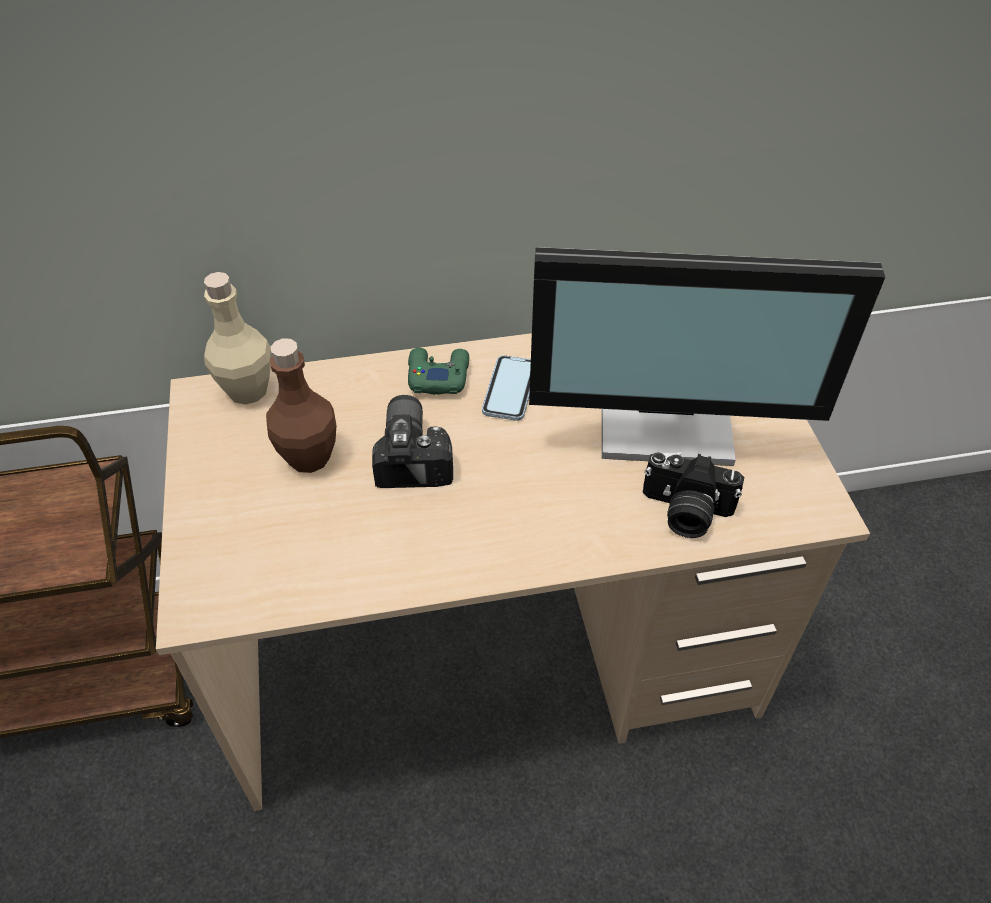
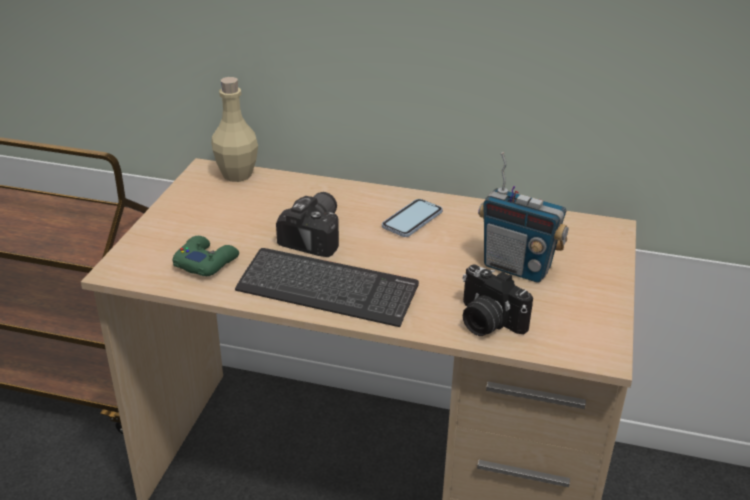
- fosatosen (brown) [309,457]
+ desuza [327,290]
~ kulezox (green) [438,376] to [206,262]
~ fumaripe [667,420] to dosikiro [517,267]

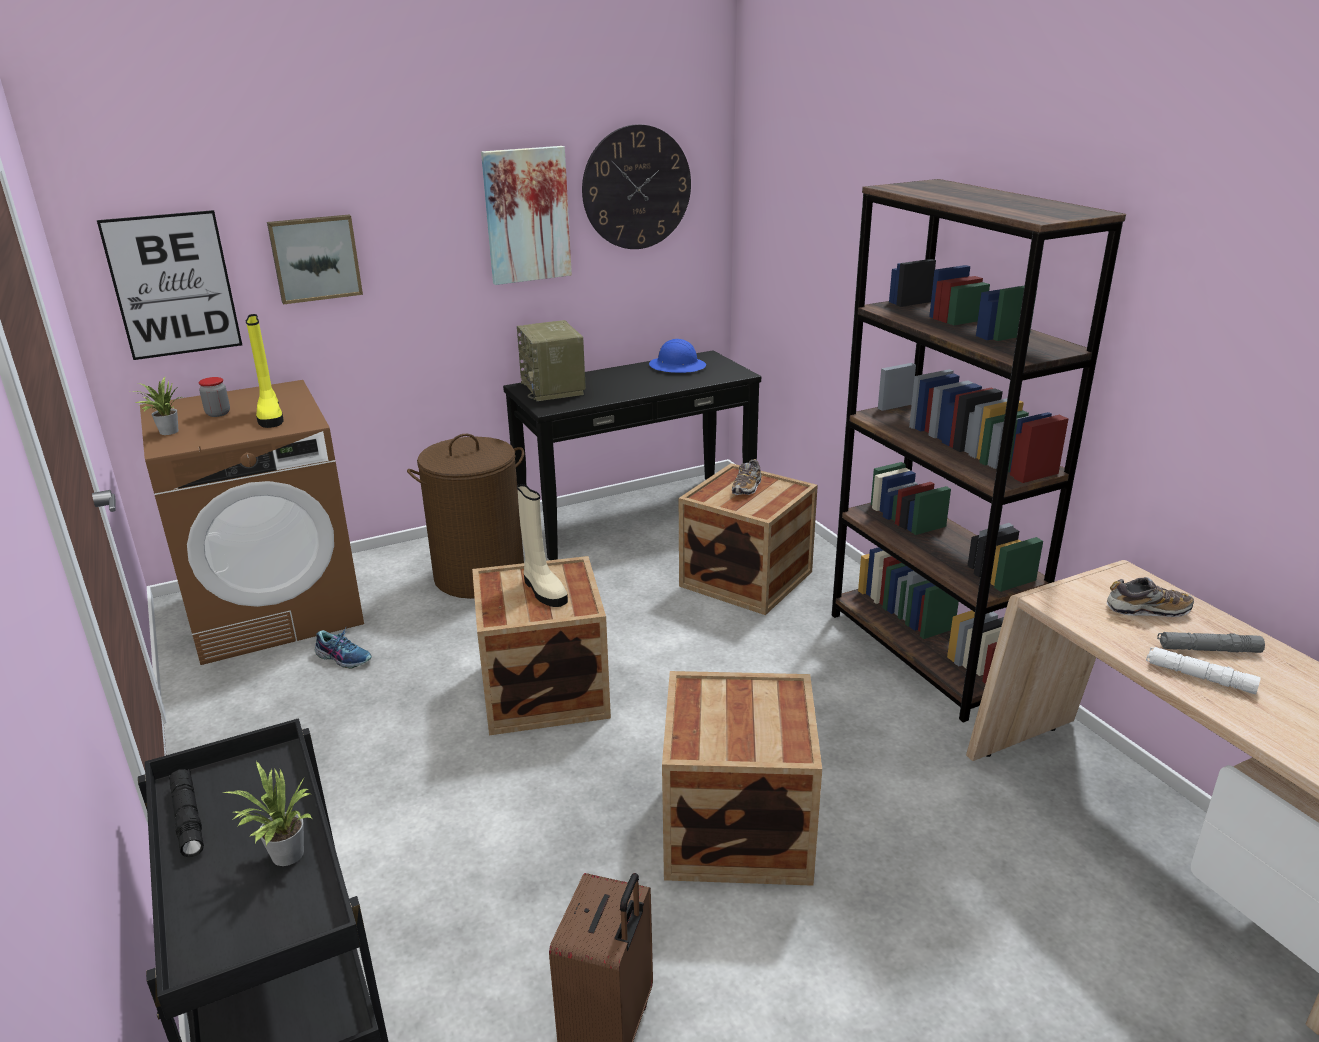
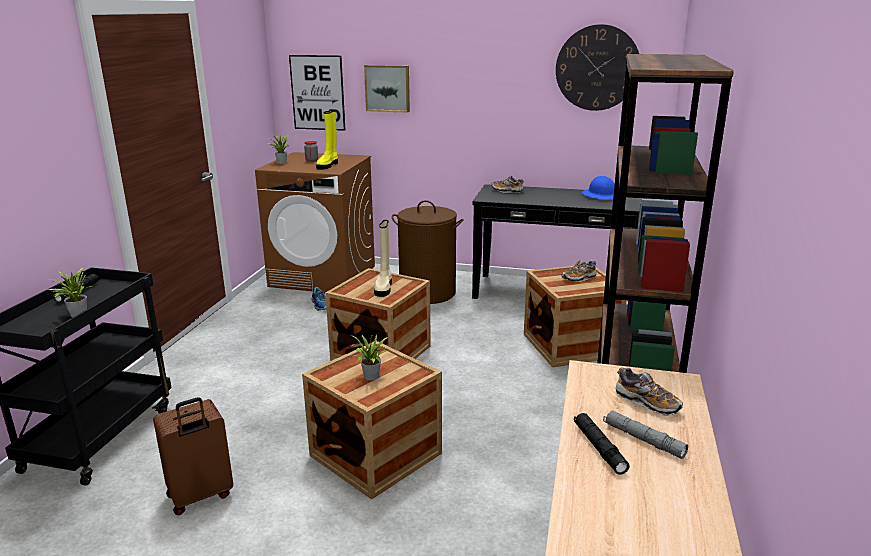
- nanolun [527,215]
+ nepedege [370,377]
~ dosikiro [553,388] to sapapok [507,191]
~ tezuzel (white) [1199,677] to tezuzel (black) [599,448]

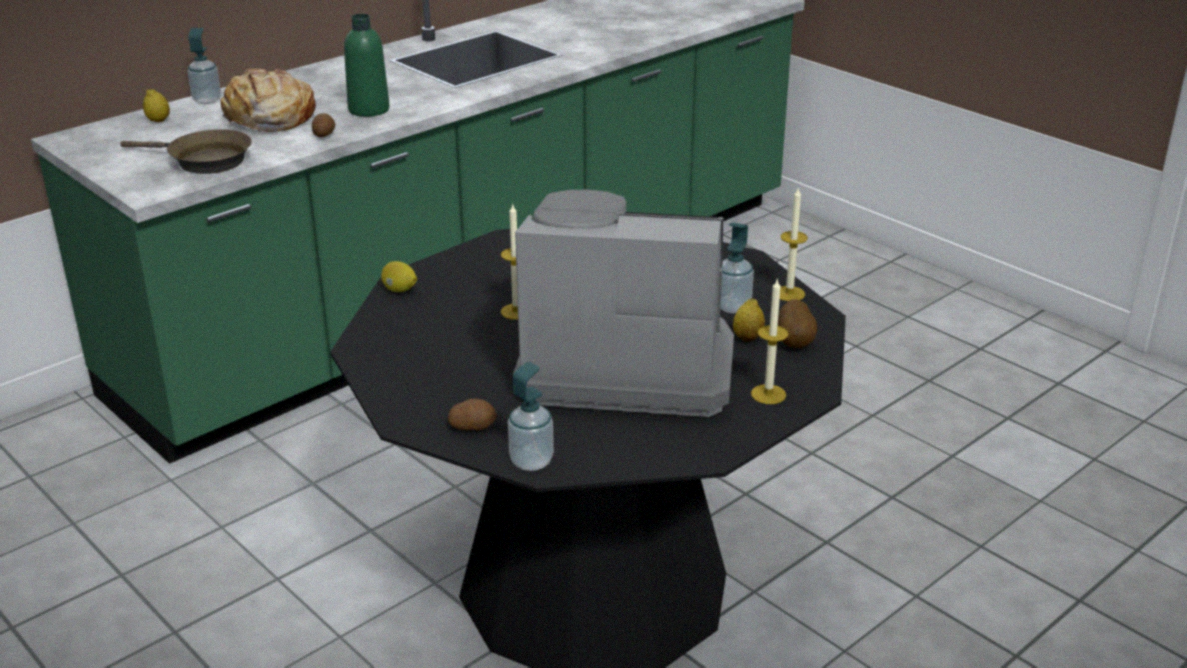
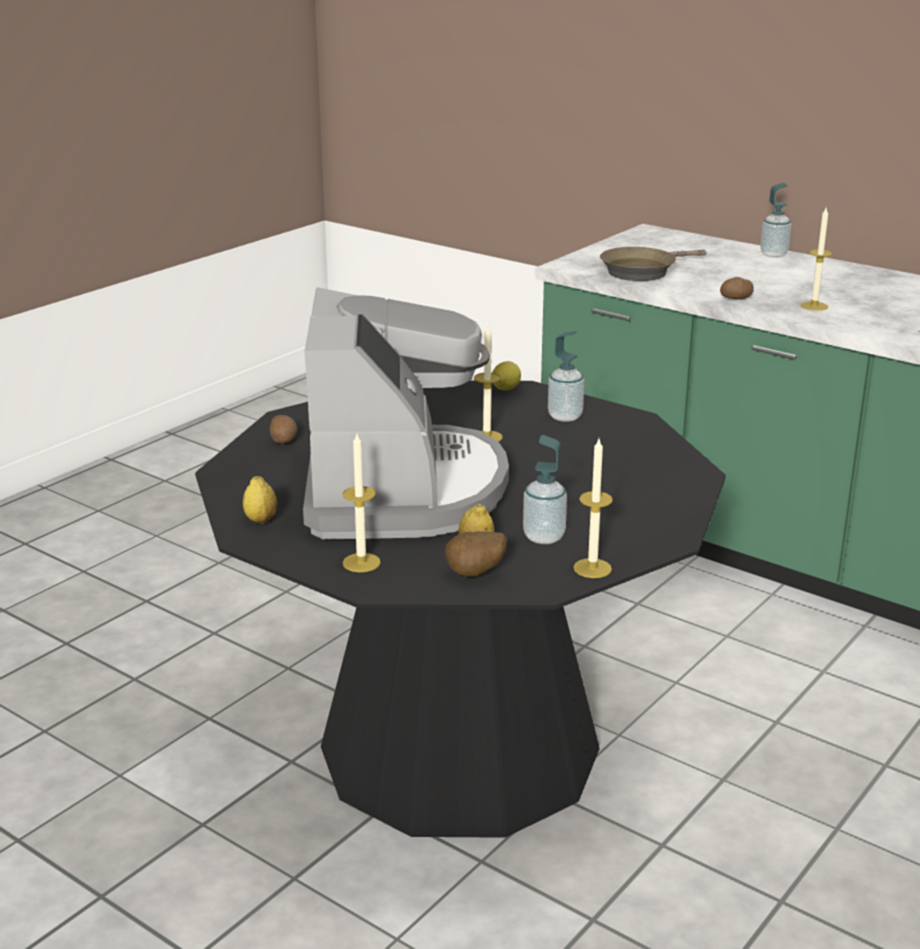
- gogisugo [269,118]
~ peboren [158,121] to [261,520]
~ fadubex [531,461] to [565,416]
~ fosatosen (green) [369,110] to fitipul [814,306]
~ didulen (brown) [204,161] = [642,271] 45 degrees clockwise

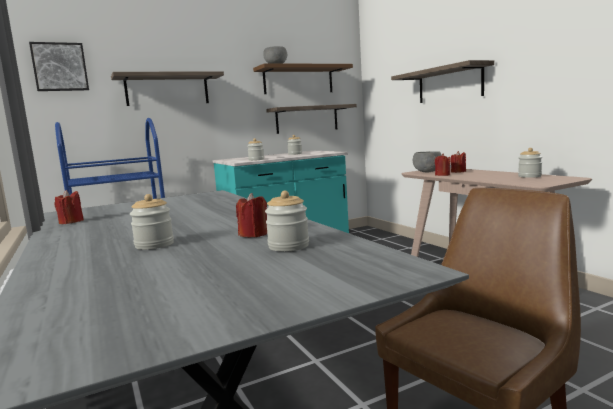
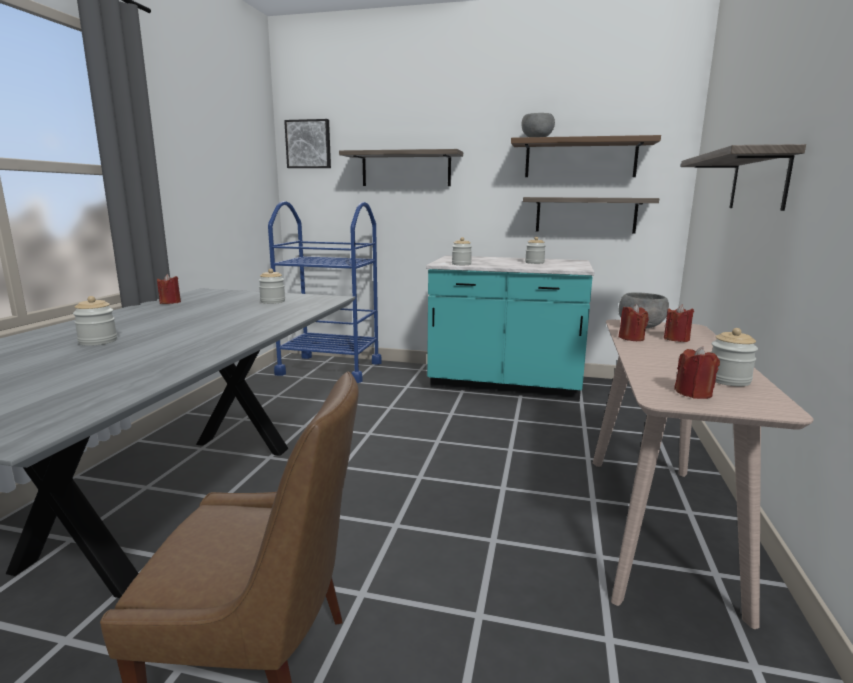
~ fitipul (red) [254,234] to [693,393]
~ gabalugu [288,246] to [272,301]

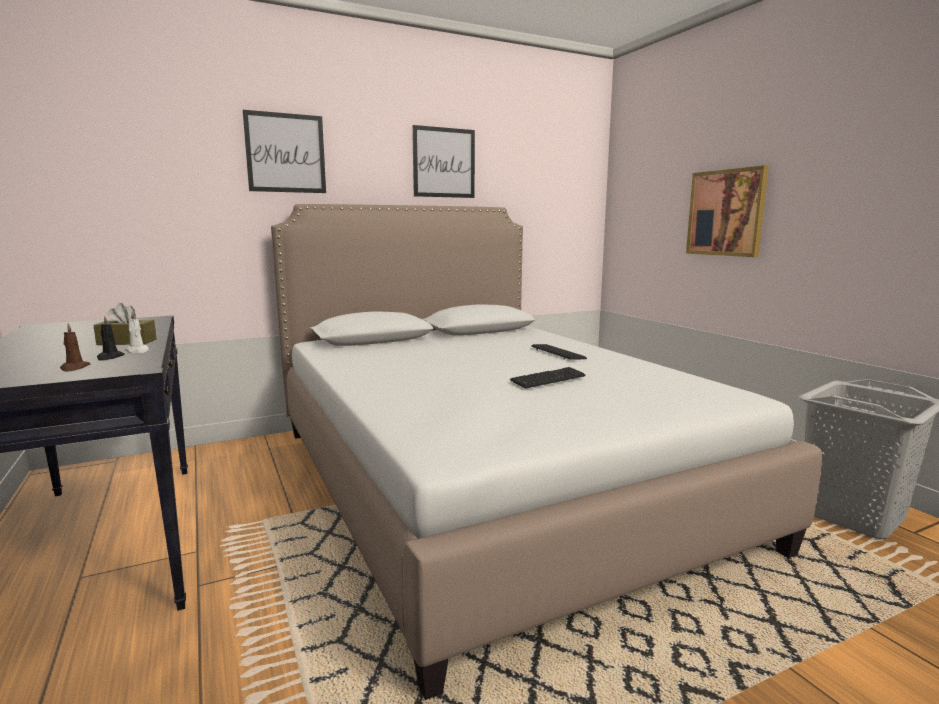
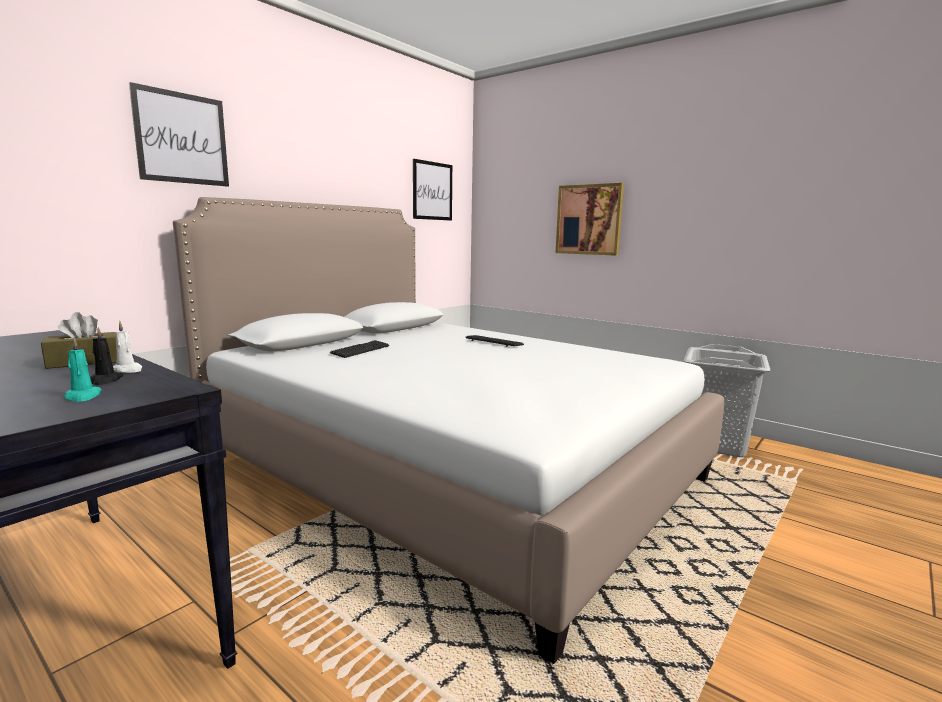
~ nanolun [444,163] to [432,191]
~ desuza [548,379] to [360,350]
~ fitipul (brown) [74,368] to fitipul (turquoise) [83,396]

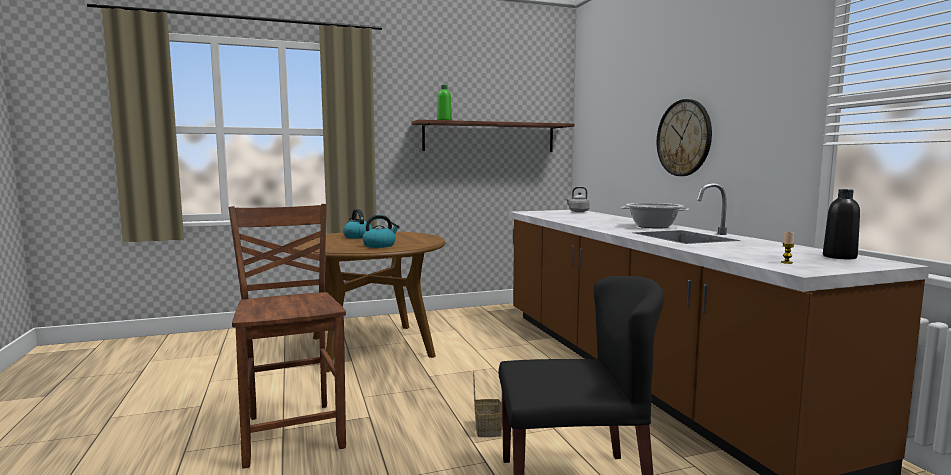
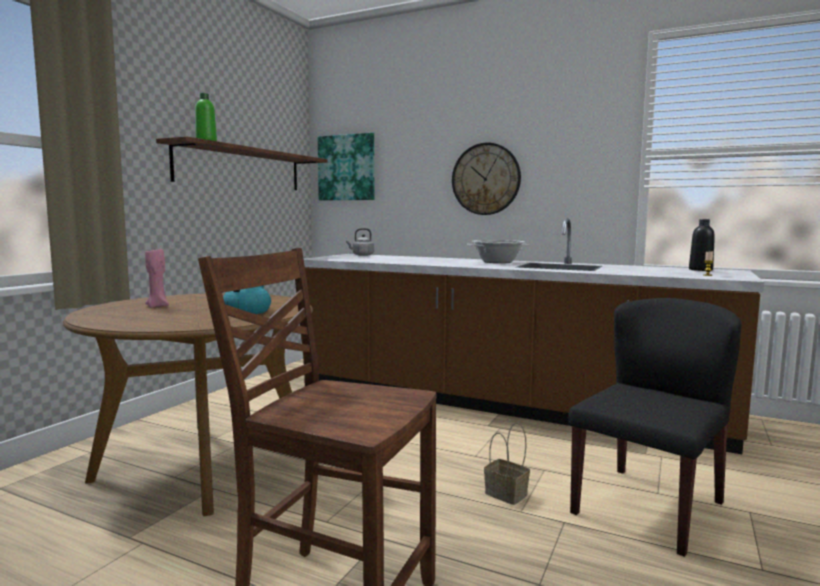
+ nanolun [347,167]
~ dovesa [357,237] to fitipul (pink) [158,306]

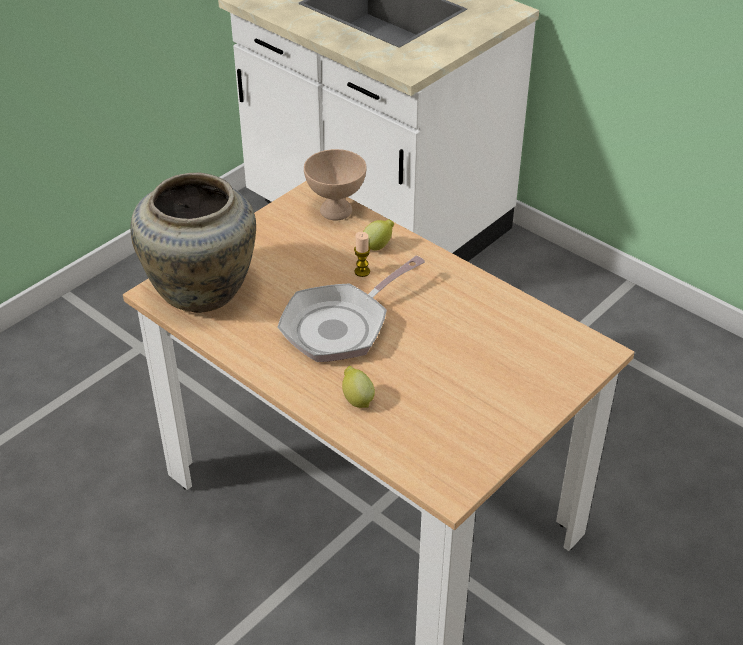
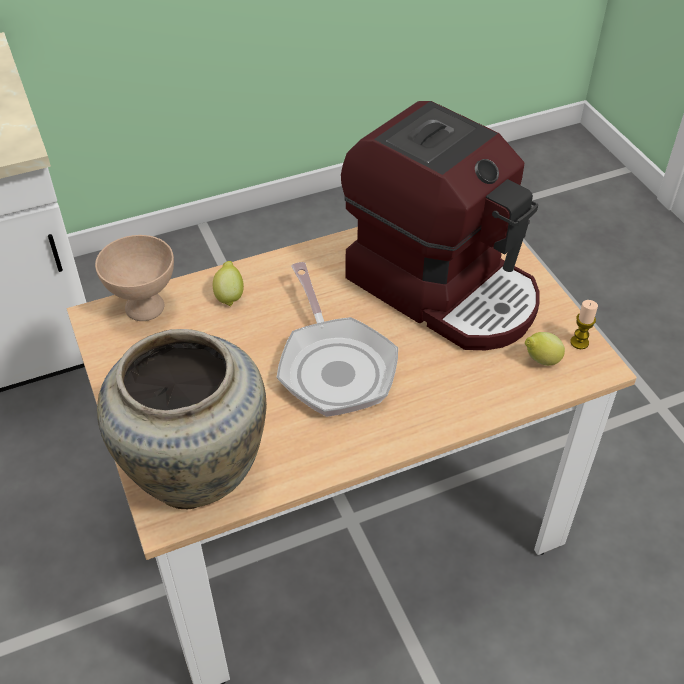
+ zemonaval [443,287]
~ peboren [357,399] to [540,361]
~ fitipul [362,271] to [579,342]

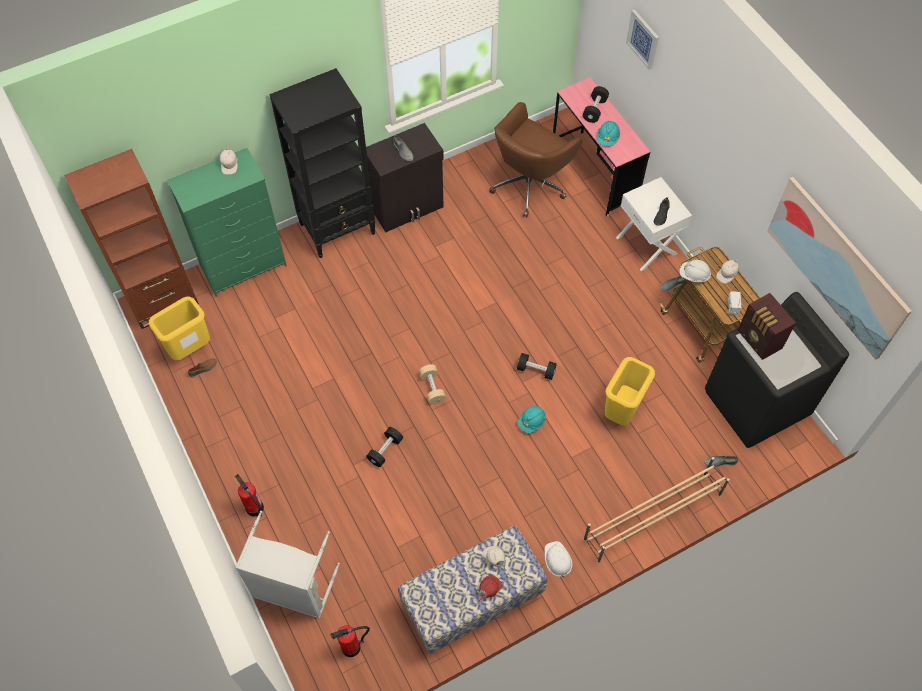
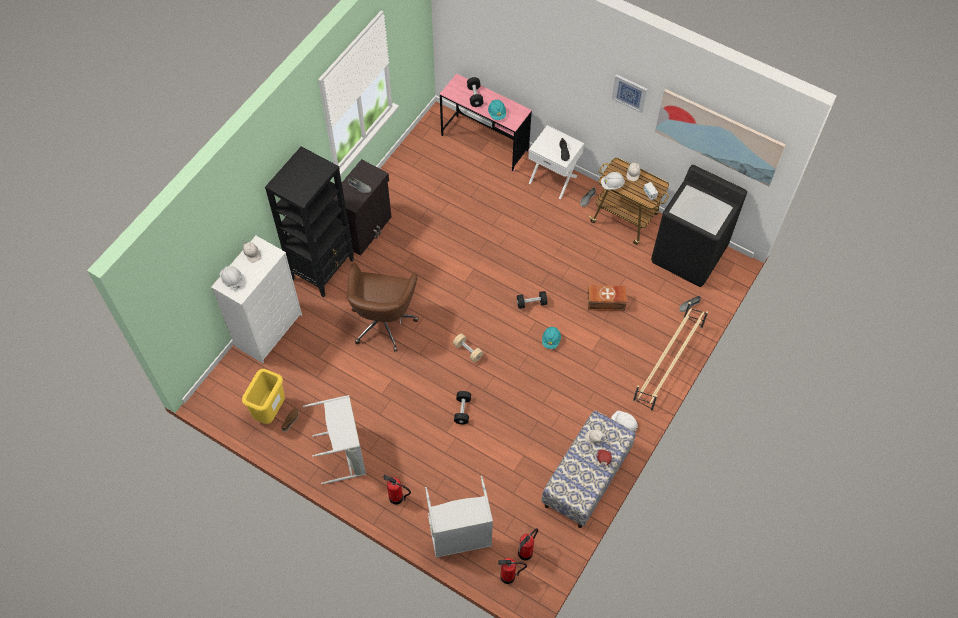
- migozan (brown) [163,301]
- dosikiro [759,340]
+ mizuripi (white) [232,279]
+ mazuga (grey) [346,453]
+ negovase [507,576]
~ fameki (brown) [530,184] to [383,321]
~ nanolun [643,39] to [629,93]
~ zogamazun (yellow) [622,411] to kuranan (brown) [606,303]
~ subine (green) [244,266] to subine (white) [269,330]

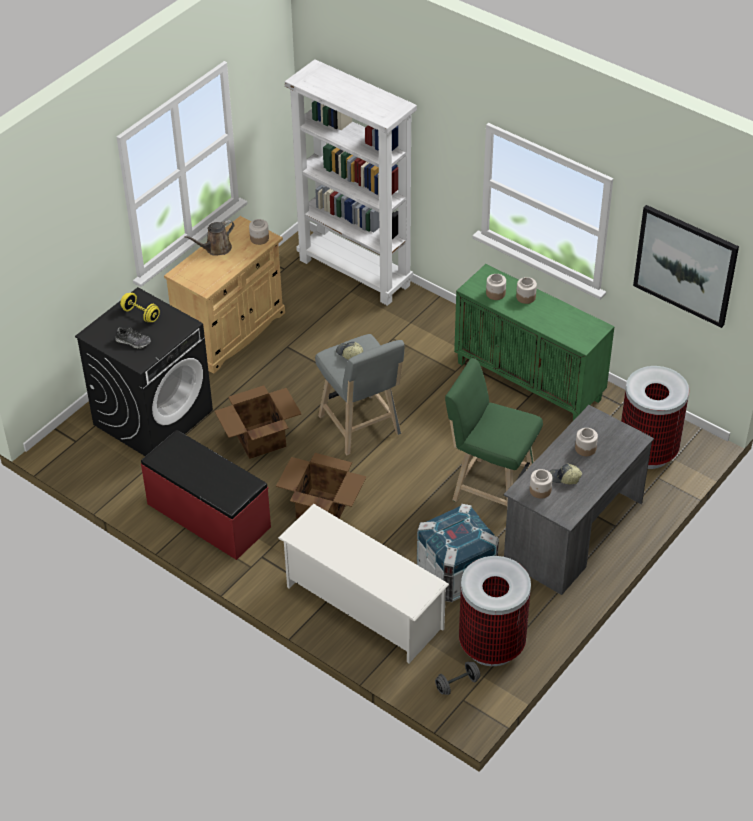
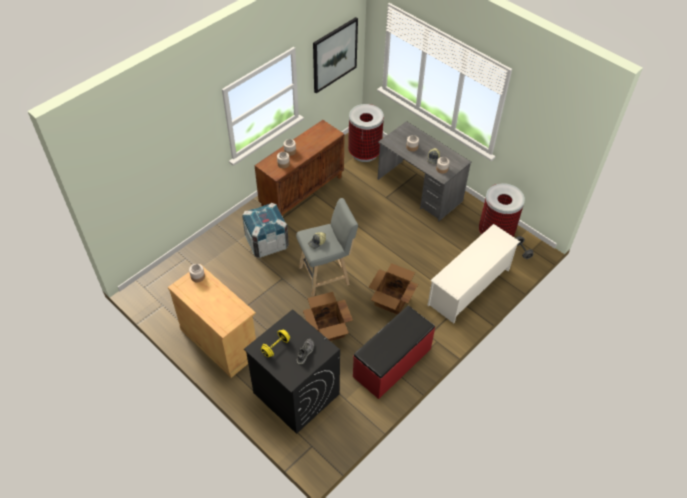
- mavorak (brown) [216,249]
- migozan (white) [356,272]
- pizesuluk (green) [490,488]
~ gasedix [456,574] to [267,242]
~ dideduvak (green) [530,381] to dideduvak (brown) [302,192]

